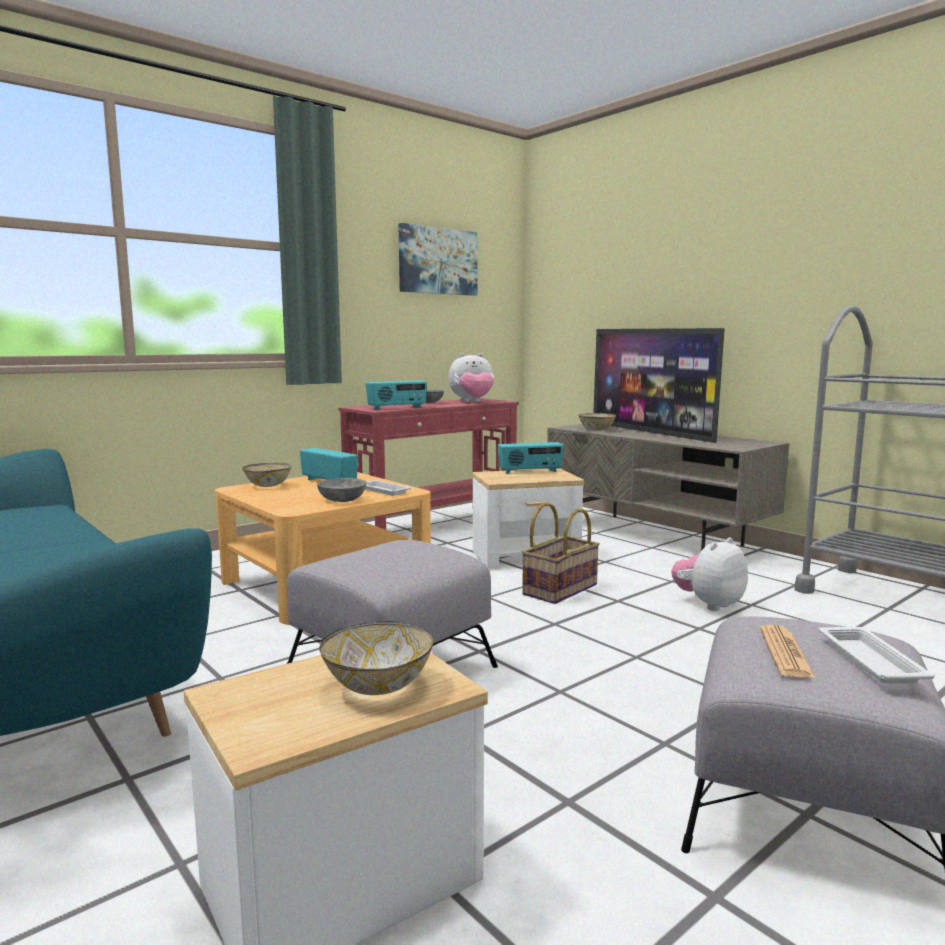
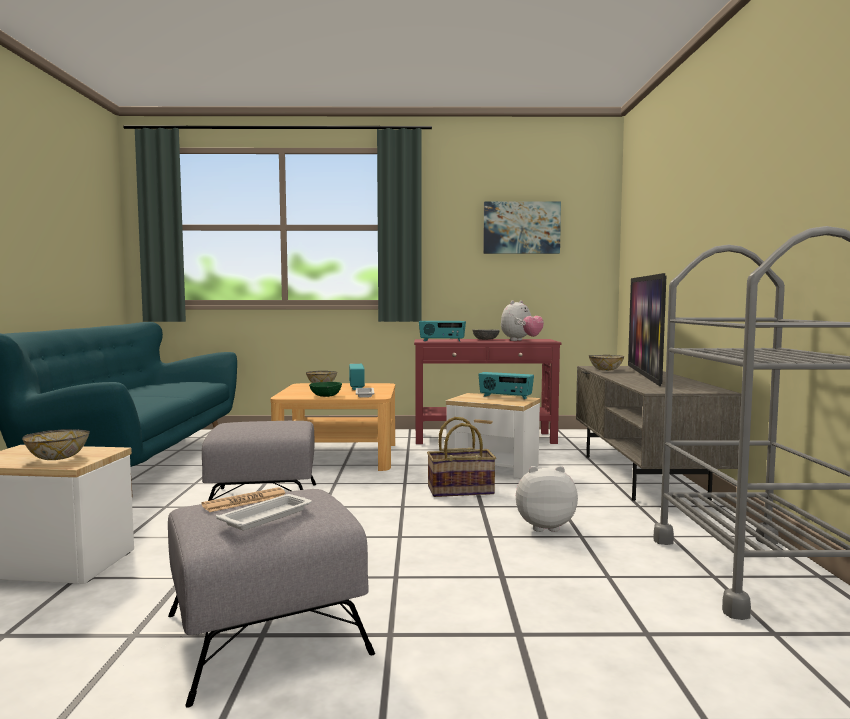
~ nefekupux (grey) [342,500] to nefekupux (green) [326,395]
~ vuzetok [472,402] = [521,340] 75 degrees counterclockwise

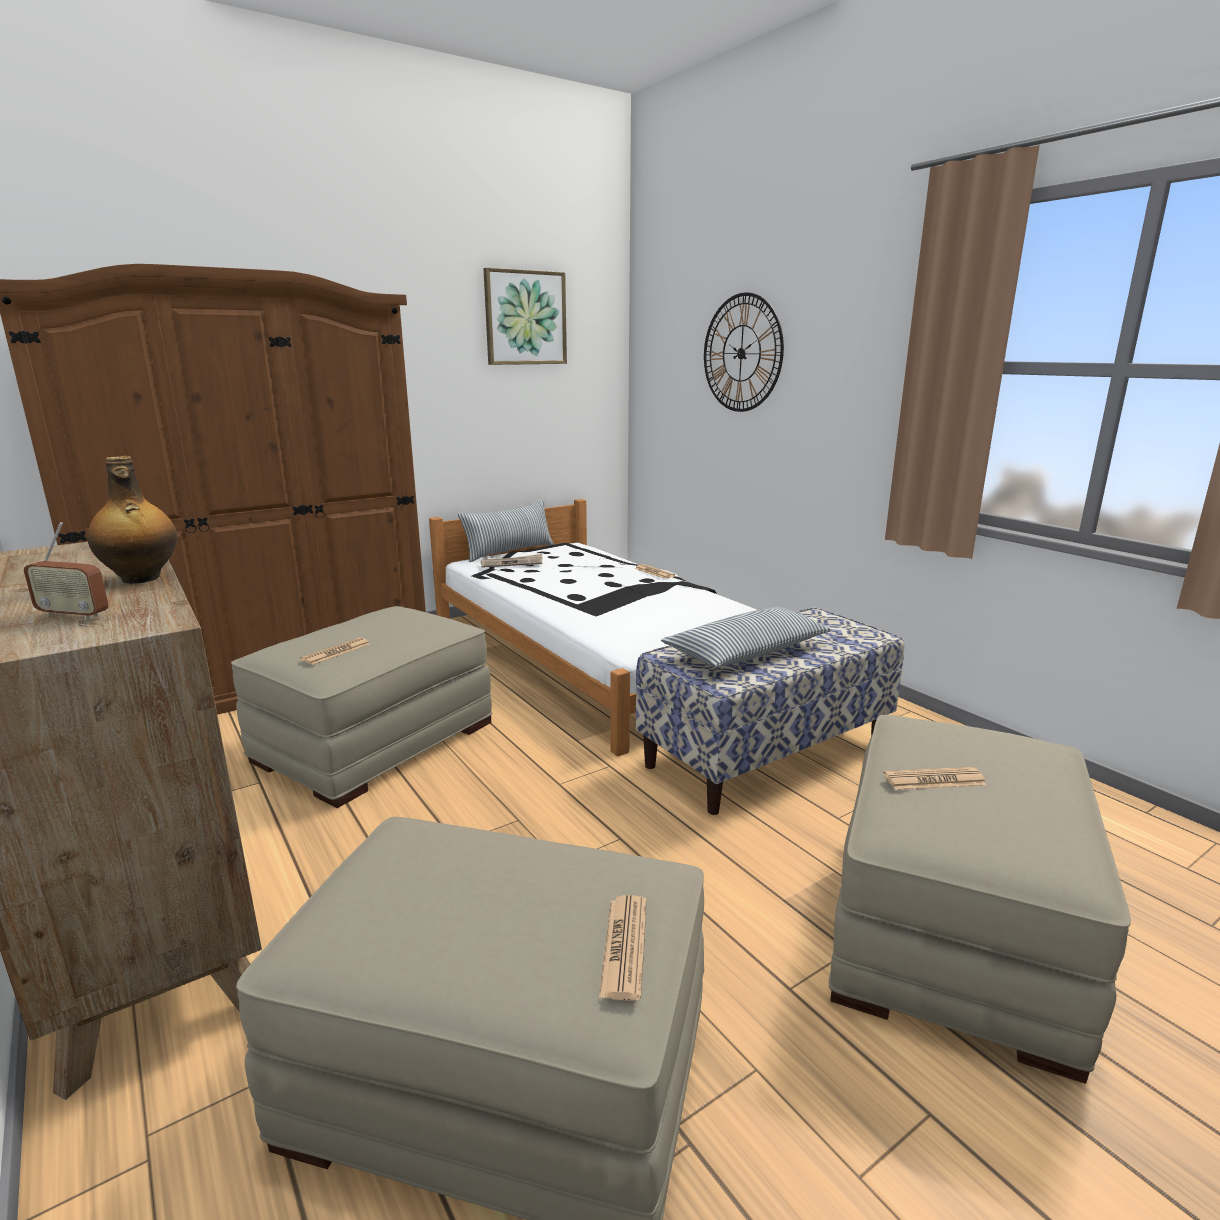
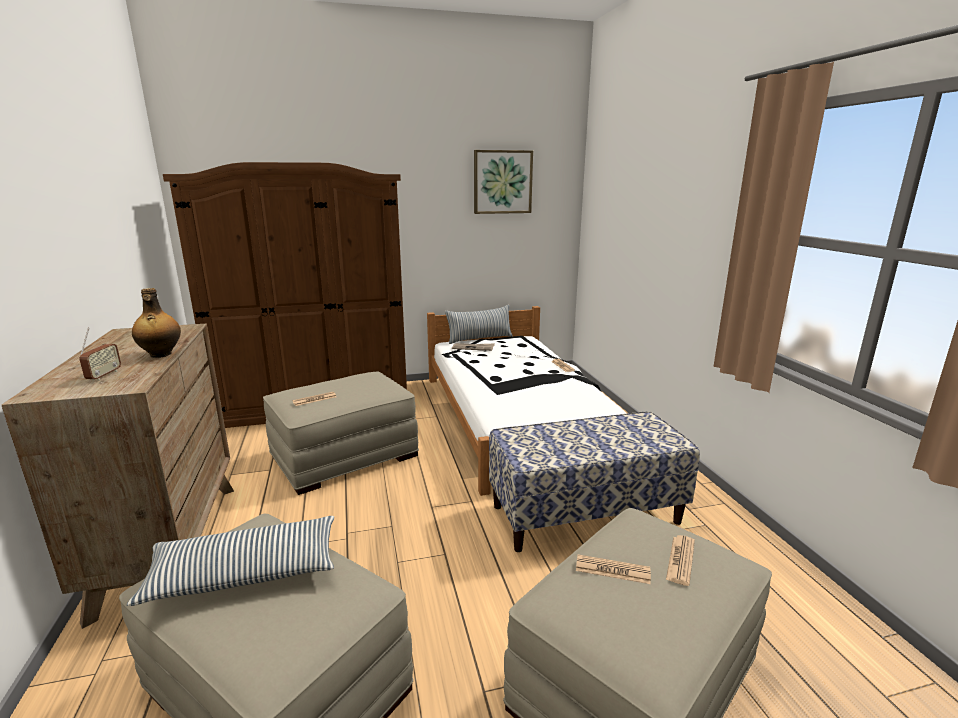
- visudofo [741,353]
~ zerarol [624,947] to [680,560]
~ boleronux [747,652] to [245,573]
~ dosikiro [74,615] = [104,375] 120 degrees counterclockwise

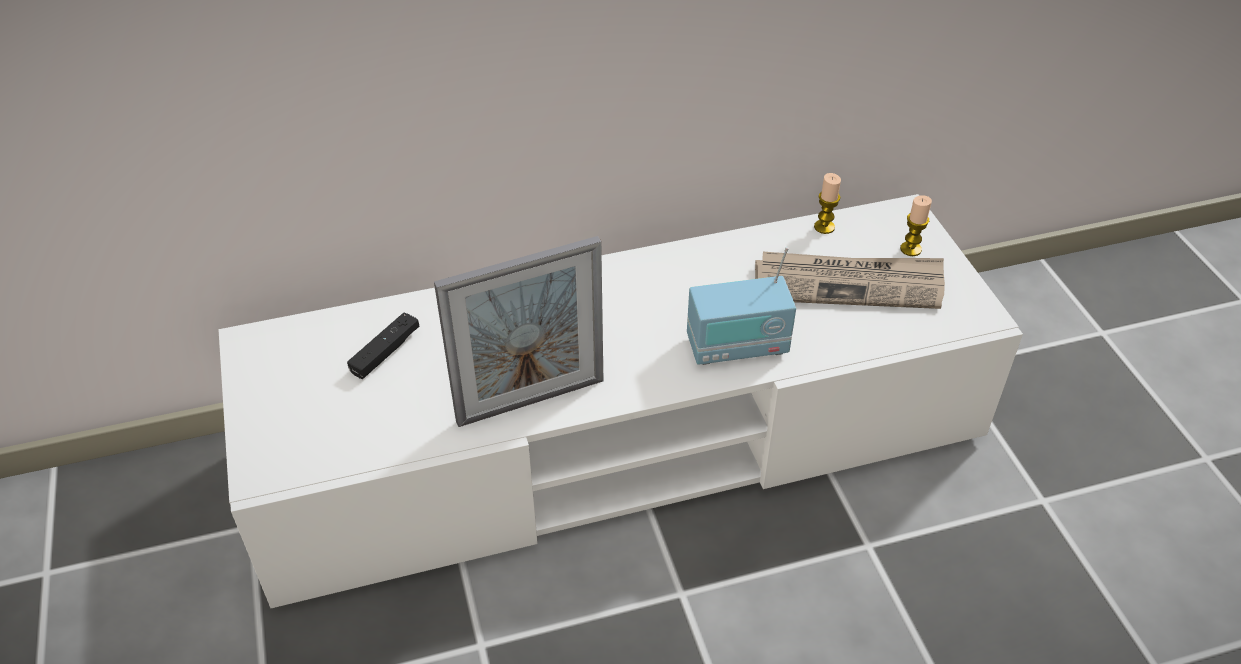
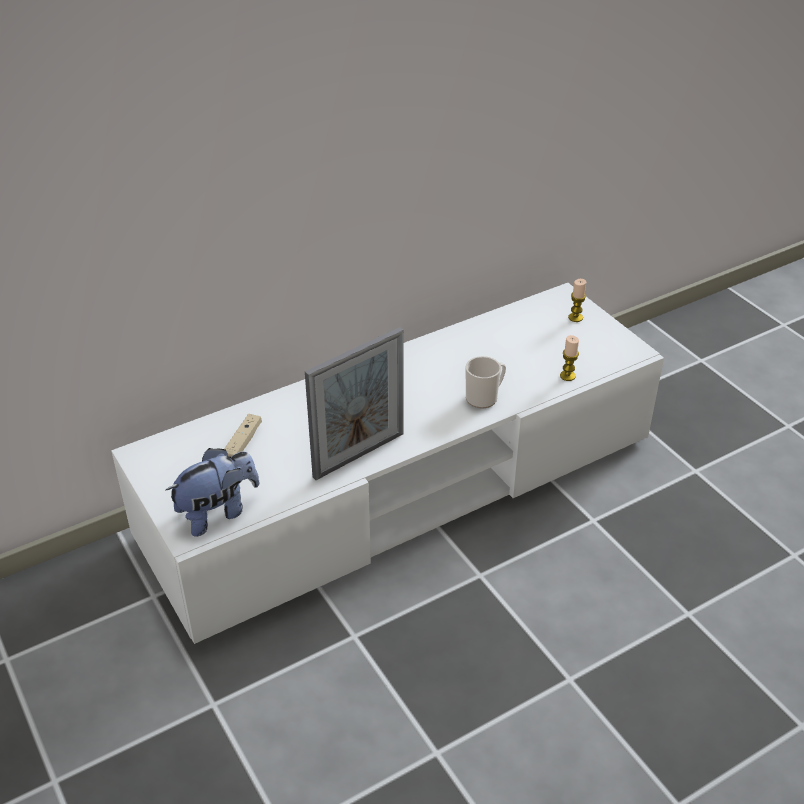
- zerarol [848,284]
+ vuzetok [218,512]
~ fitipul [824,227] to [567,376]
~ dosikiro [737,347] to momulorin [484,397]
~ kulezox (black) [385,352] to kulezox (beige) [242,443]

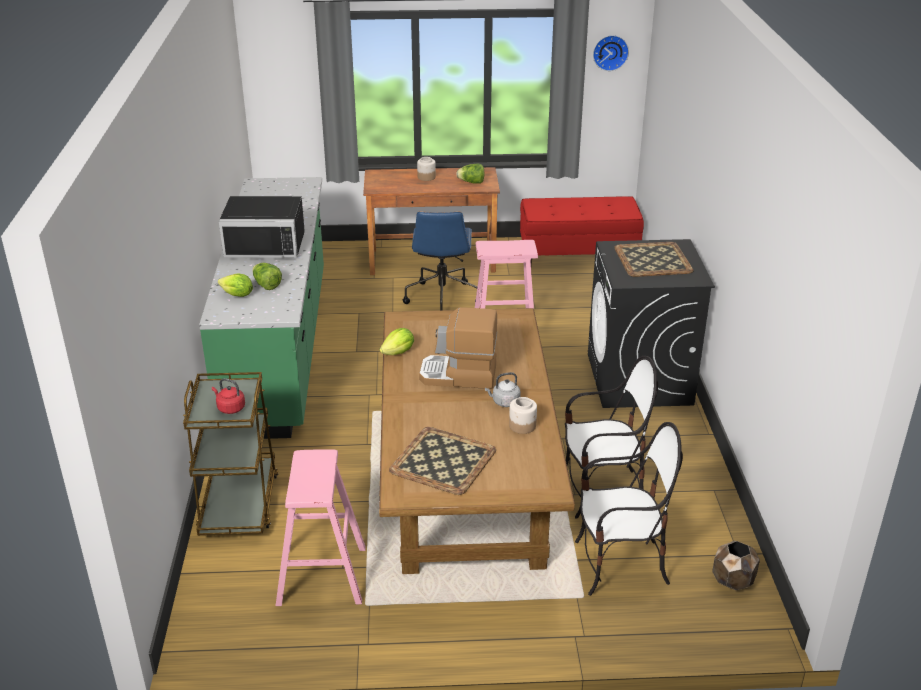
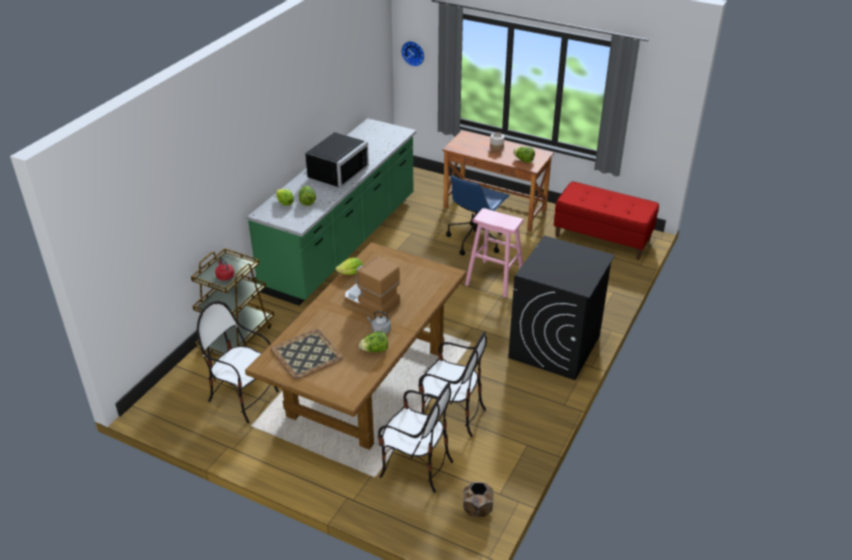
- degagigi [653,260]
~ visudofo [610,52] to [413,53]
~ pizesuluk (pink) [322,575] to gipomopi [243,398]
~ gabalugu [523,425] to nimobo [375,350]
~ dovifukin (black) [266,244] = [335,171] 90 degrees counterclockwise

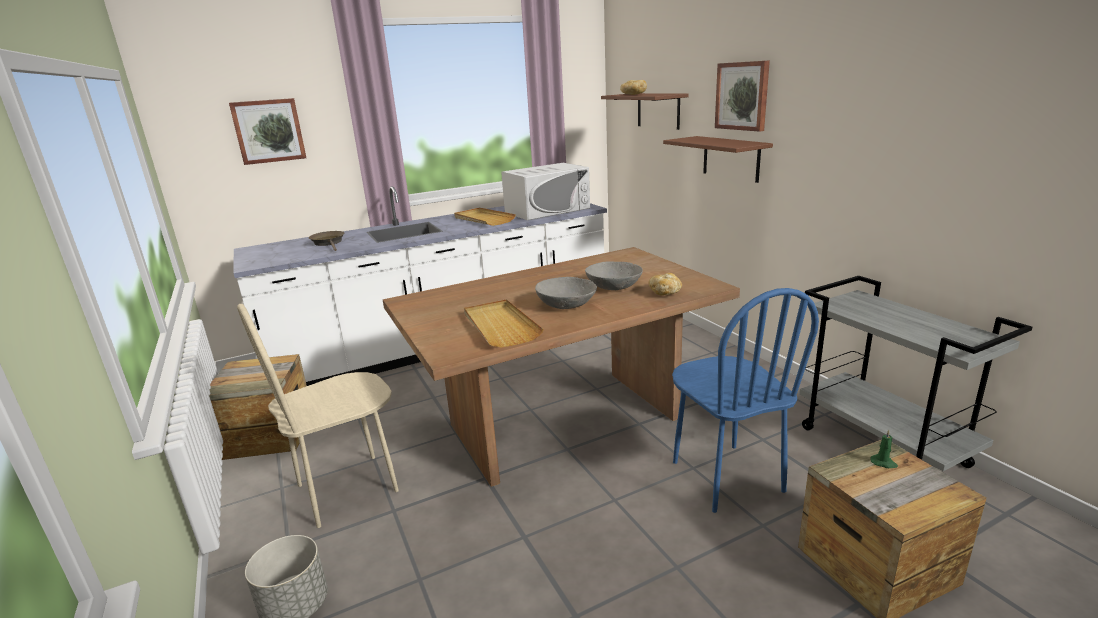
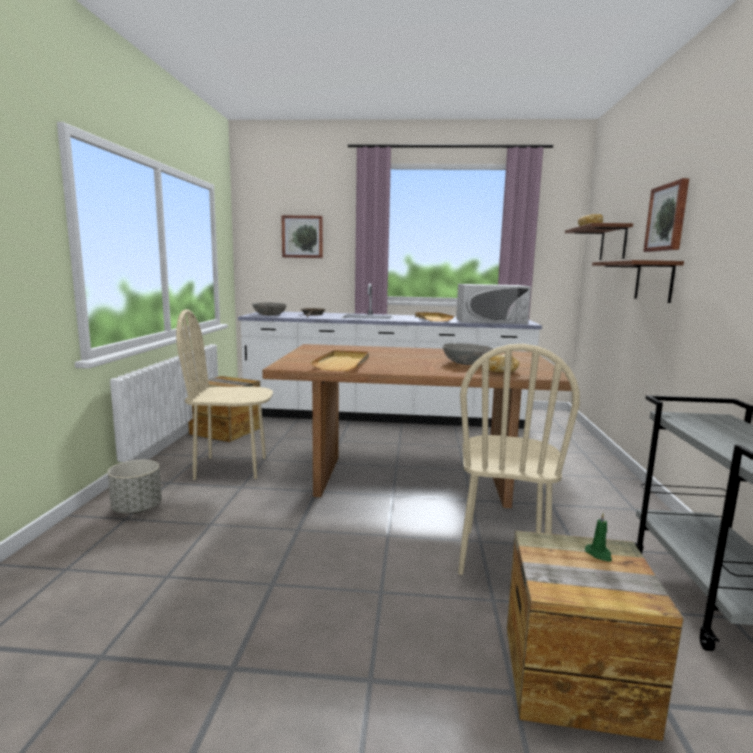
~ nefekupux (grey) [566,304] to [269,315]
~ gipomopi (blue) [726,476] to gipomopi (beige) [502,557]

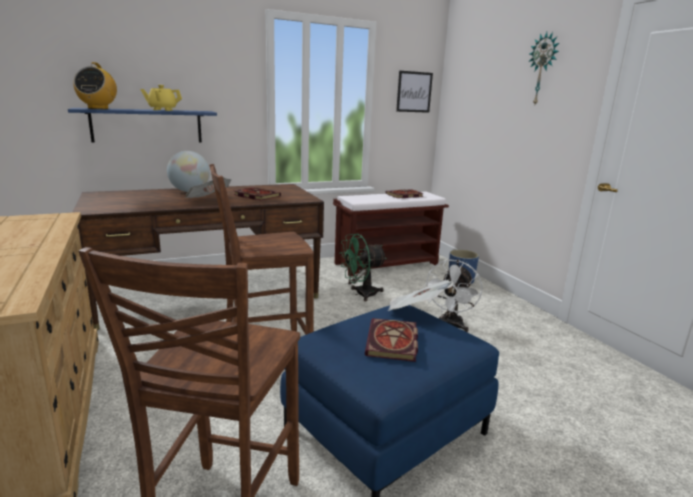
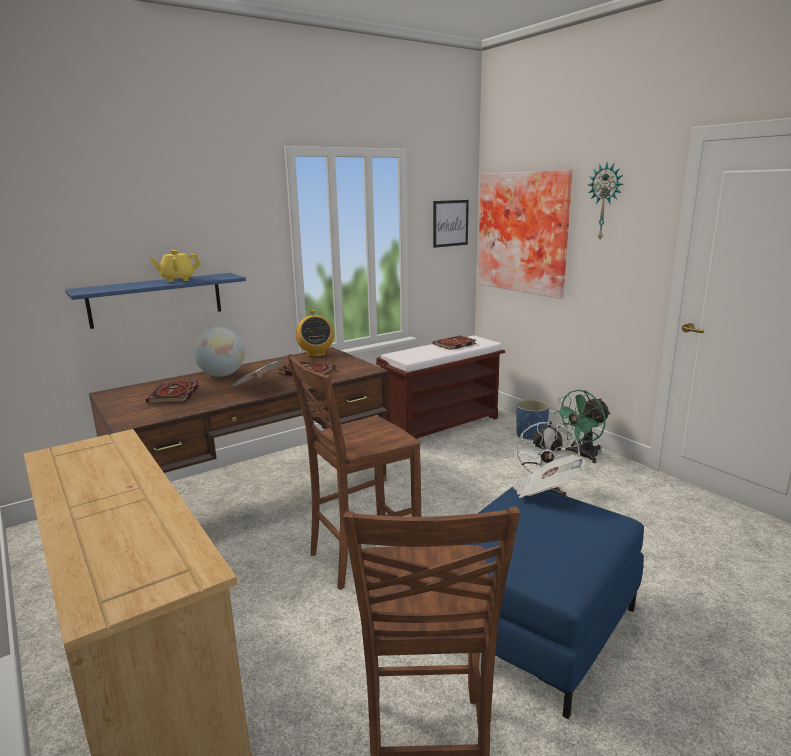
+ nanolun [524,232]
~ dosikiro [98,108] to [316,354]
~ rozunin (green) [361,294] to [582,455]
~ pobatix [393,343] to [175,395]

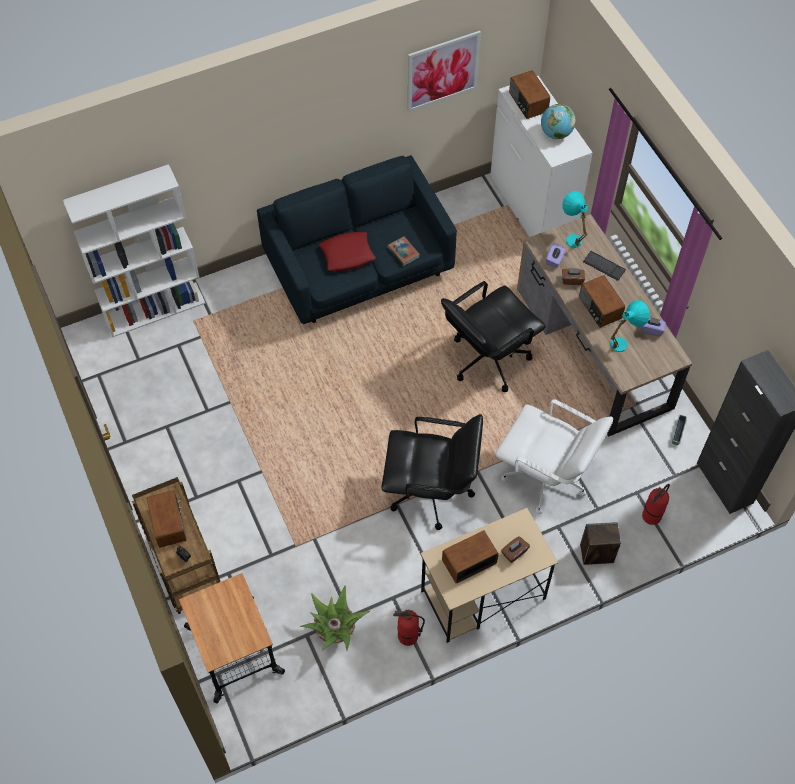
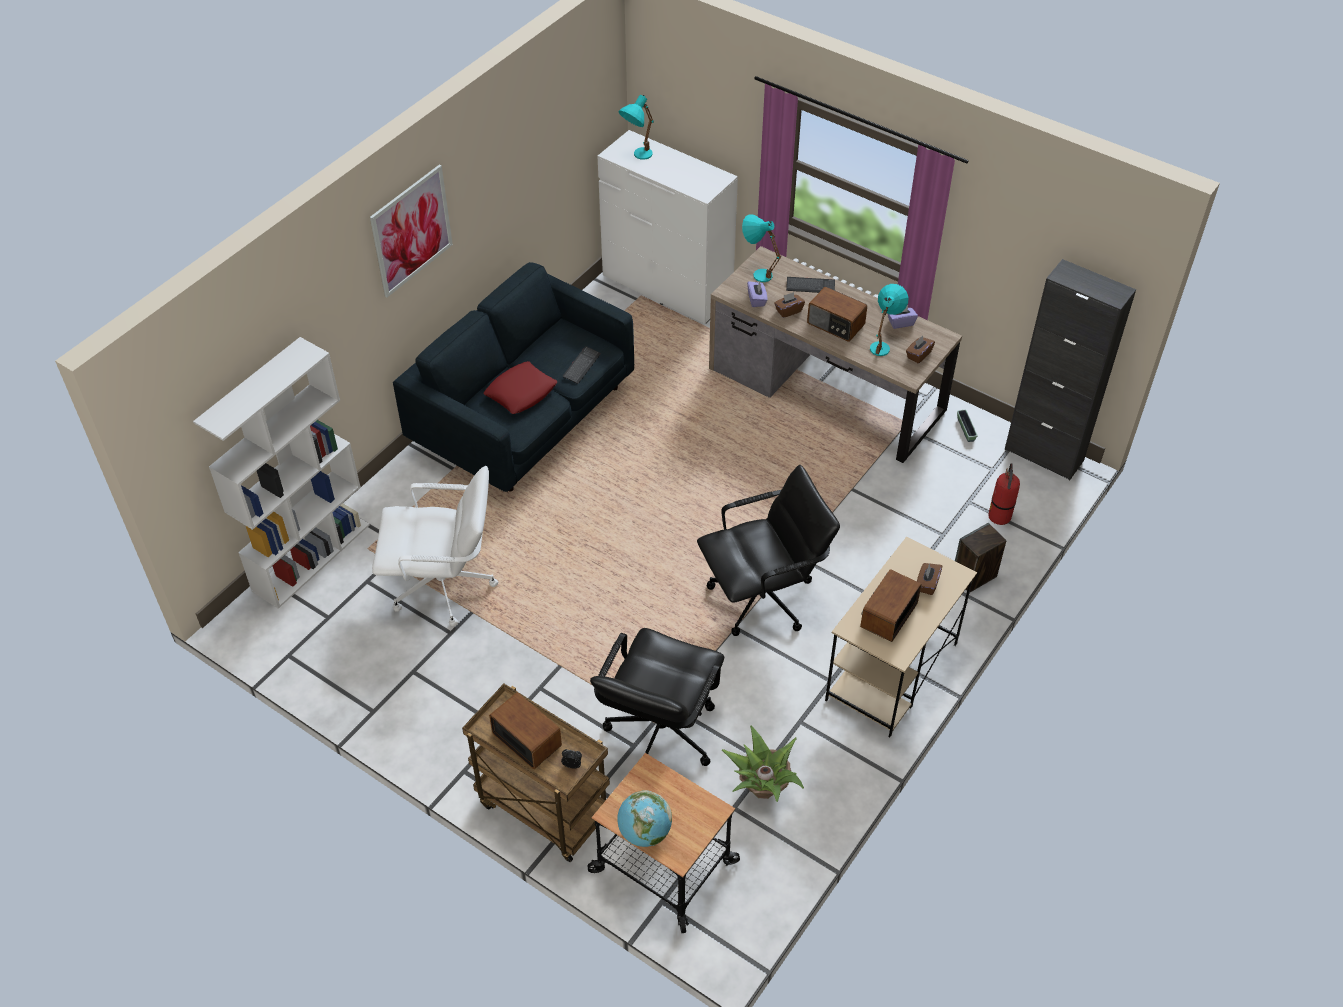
- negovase [407,636]
+ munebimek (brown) [918,355]
~ nanolun [443,71] to [411,230]
~ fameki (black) [488,359] to [660,733]
~ fameki (white) [546,477] to [444,586]
~ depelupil [556,133] to [644,832]
~ pobatix [403,252] to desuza [581,366]
~ dosikiro [527,103] to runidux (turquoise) [637,157]

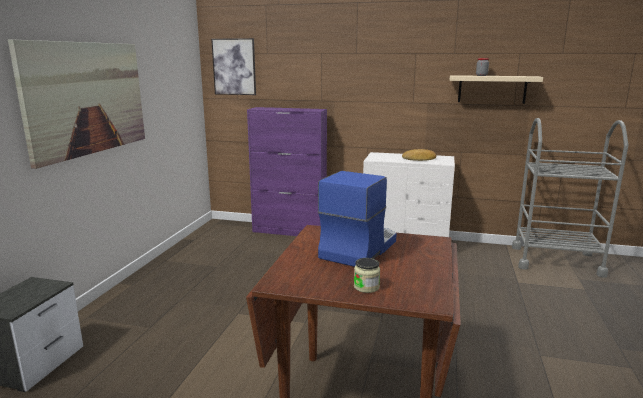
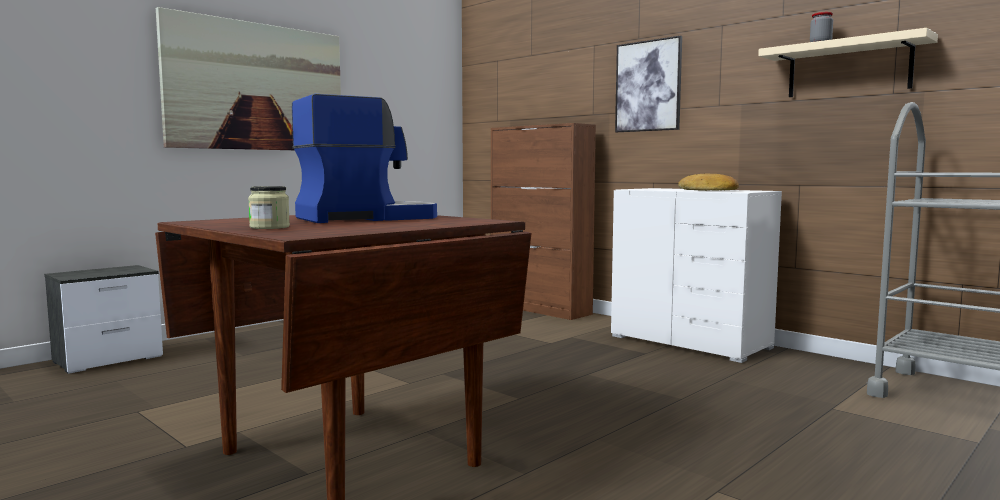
~ nanolun [234,67] to [648,86]
~ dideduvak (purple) [290,231] to dideduvak (brown) [540,309]

